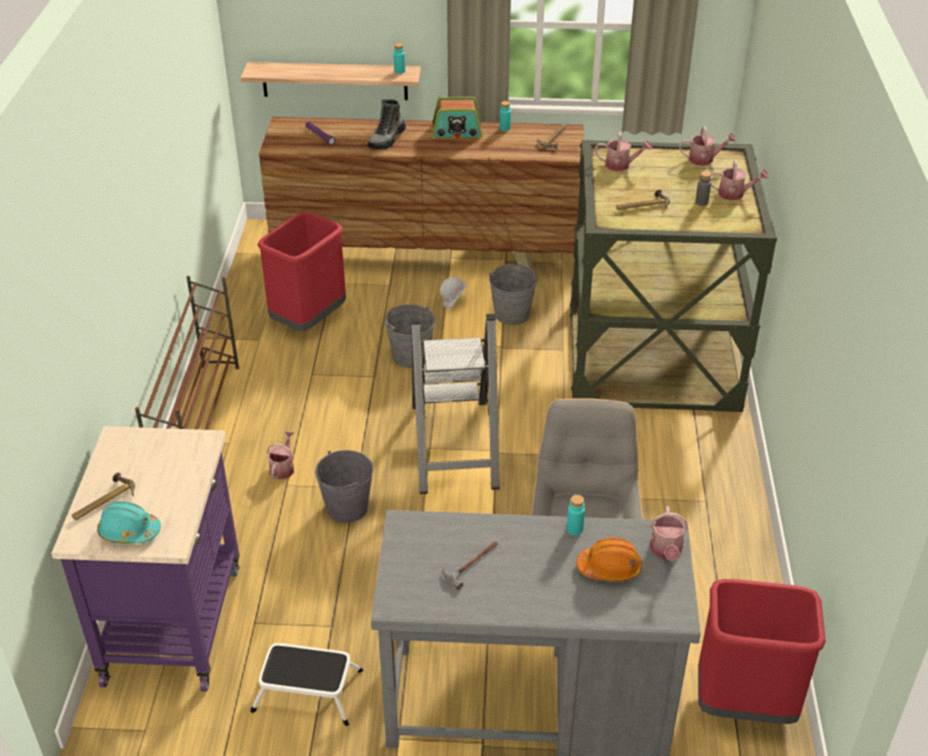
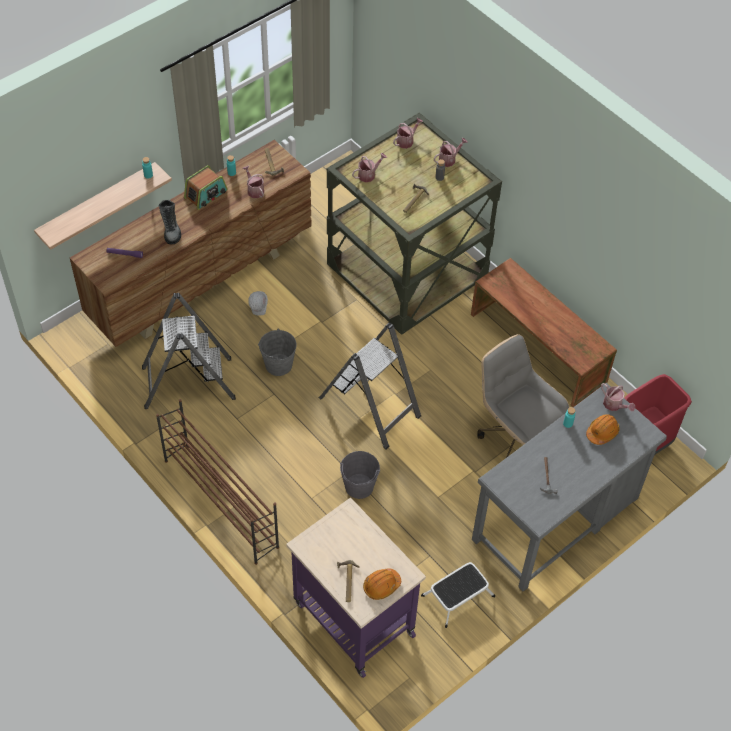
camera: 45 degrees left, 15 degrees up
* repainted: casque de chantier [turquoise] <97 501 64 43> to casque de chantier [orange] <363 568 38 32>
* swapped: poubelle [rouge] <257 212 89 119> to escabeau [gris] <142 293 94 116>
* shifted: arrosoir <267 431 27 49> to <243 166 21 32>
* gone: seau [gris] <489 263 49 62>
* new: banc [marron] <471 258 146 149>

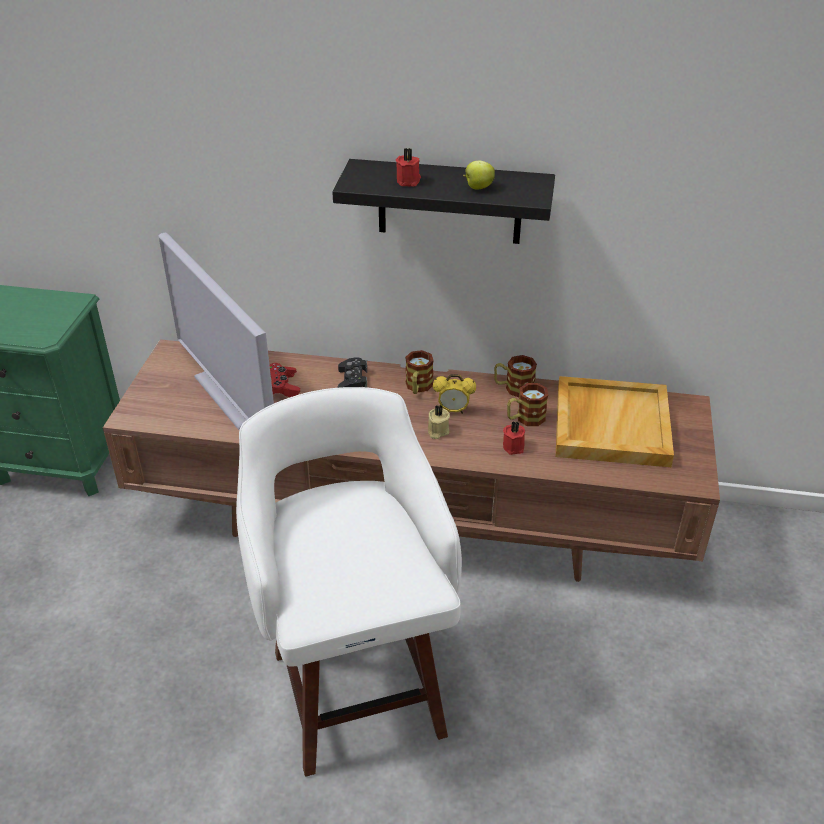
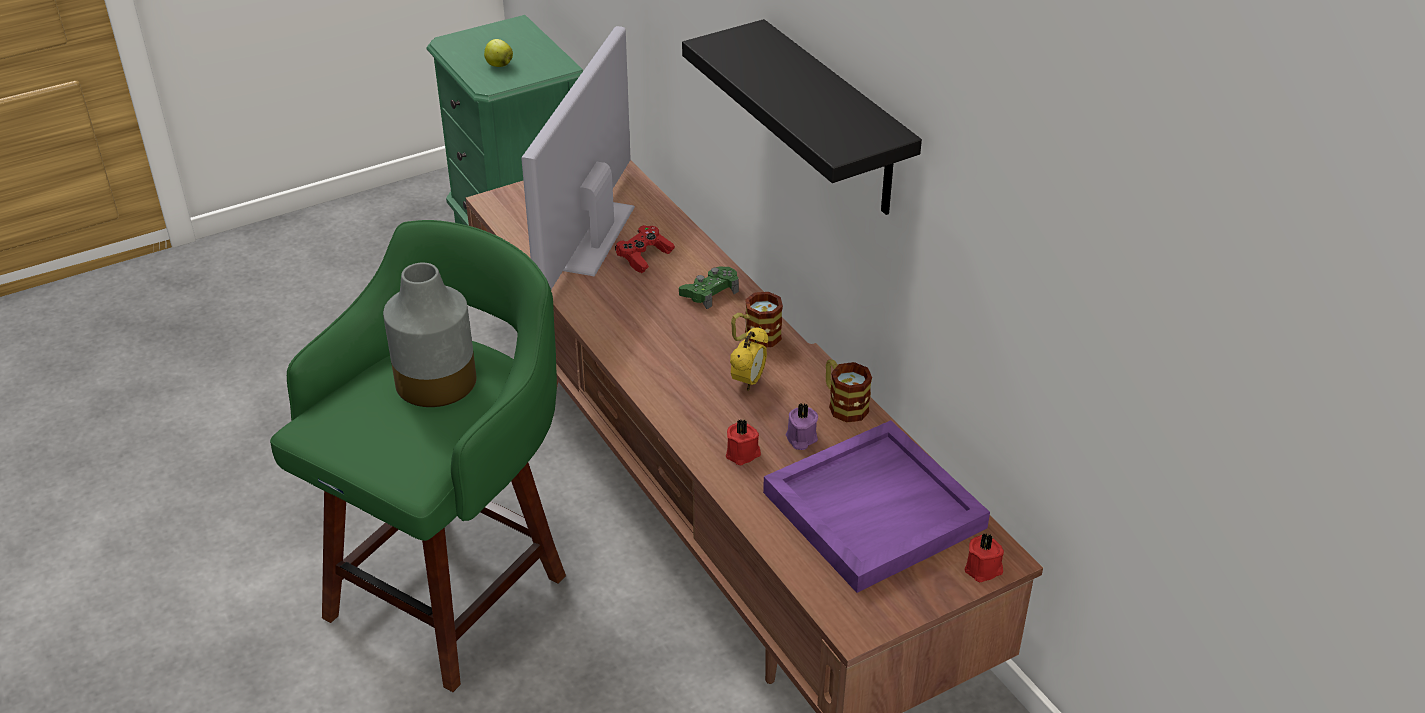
camera: 50 degrees right, 0 degrees up
* repainted: tabouret [blanc] <236 387 226 390> to tabouret [vert] <270 220 296 472>
* repainted: manette [noir] <337 357 30 31> to manette [vert] <679 267 60 42>
* shifted: bougie [rouge] <396 148 25 38> to <965 533 39 49>
* gone: bougie [beige] <427 405 23 34>
* rotated: réveil <433 374 43 40> = <730 326 38 65> 120 degrees counterclockwise
* shifted: pomme <463 161 32 29> to <484 39 29 28>
* swapped: mug <507 383 41 43> to bougie [violet] <786 403 32 47>
* repainted: plateau [beige] <556 376 118 91> to plateau [violet] <763 420 227 173>
* new: vase [gris] <383 263 94 144>

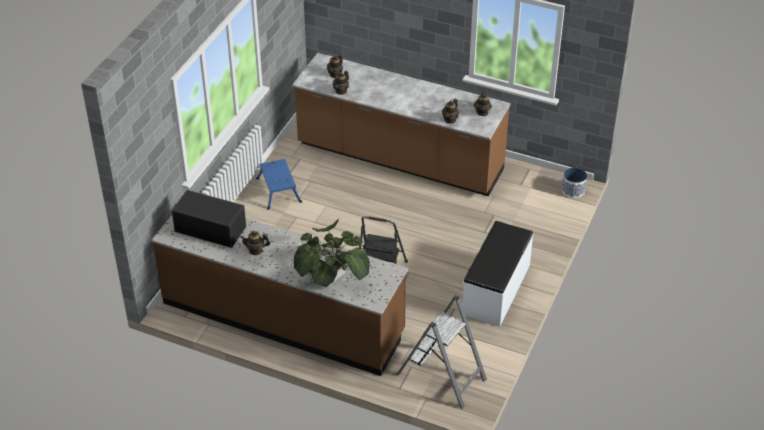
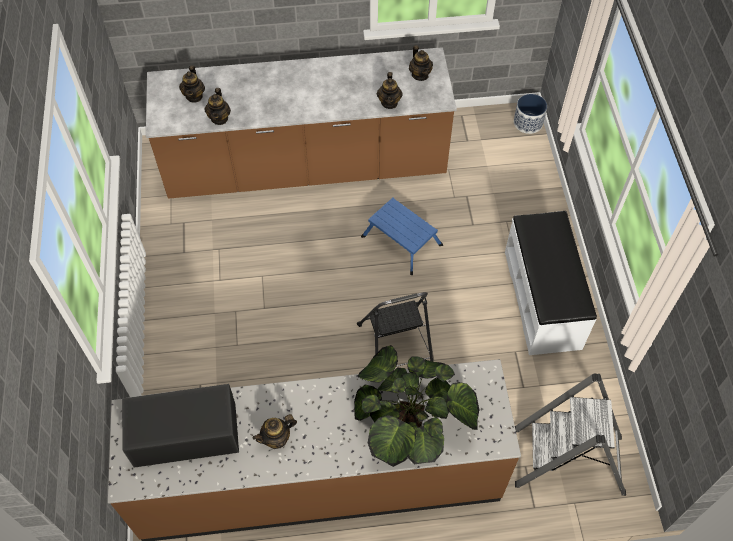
camera: 30 degrees left, 15 degrees up
* shifted: escabeau [bleu] <256 159 46 51> to <361 198 82 77>

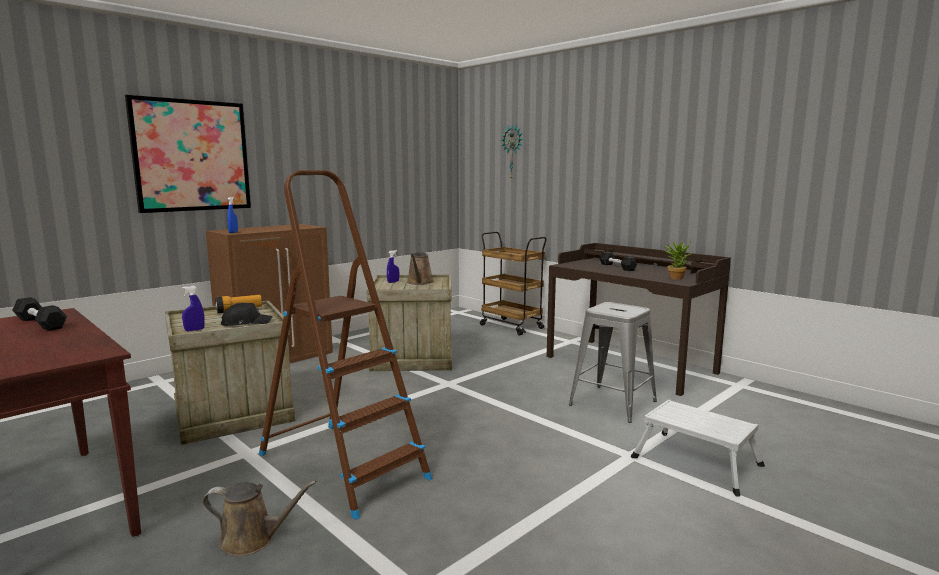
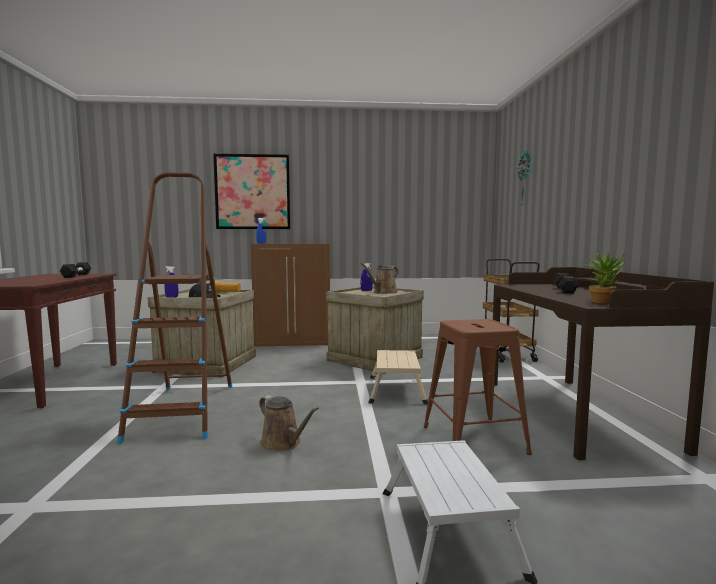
camera: 40 degrees right, 5 degrees down
* shifted: arrosoir [marron] <203 481 114 75> to <259 395 60 57>
* repainted: tabouret [gris] <569 302 88 121> to tabouret [marron] <424 319 108 136>
* new: escabeau [beige] <368 350 60 55>

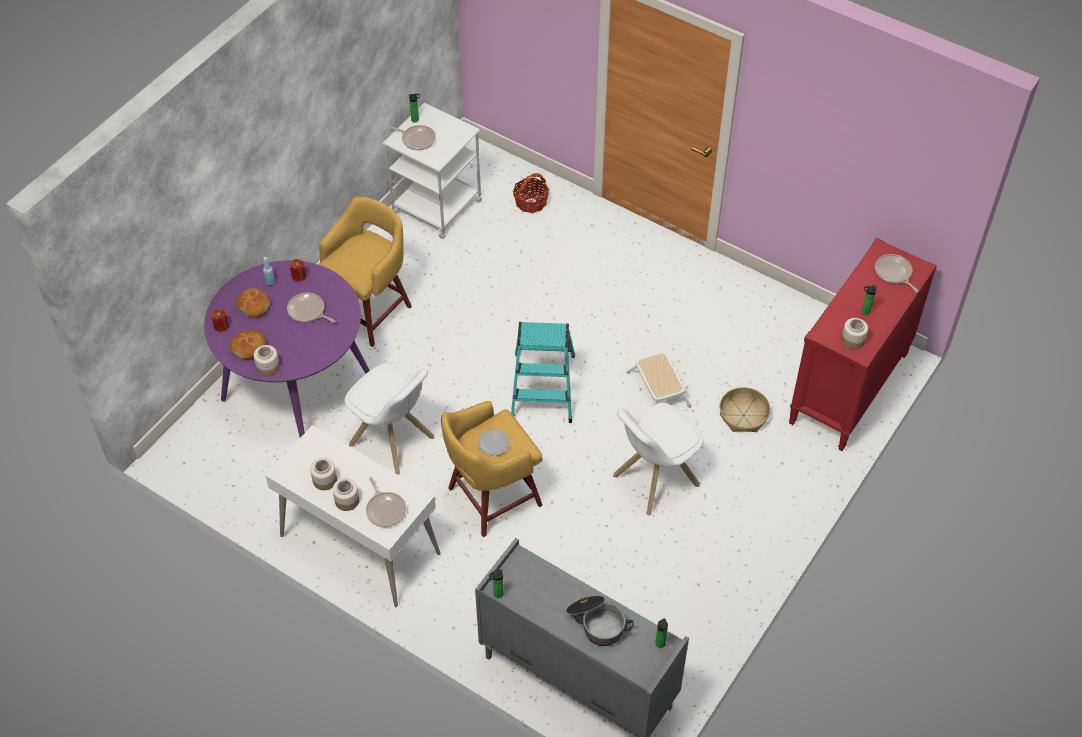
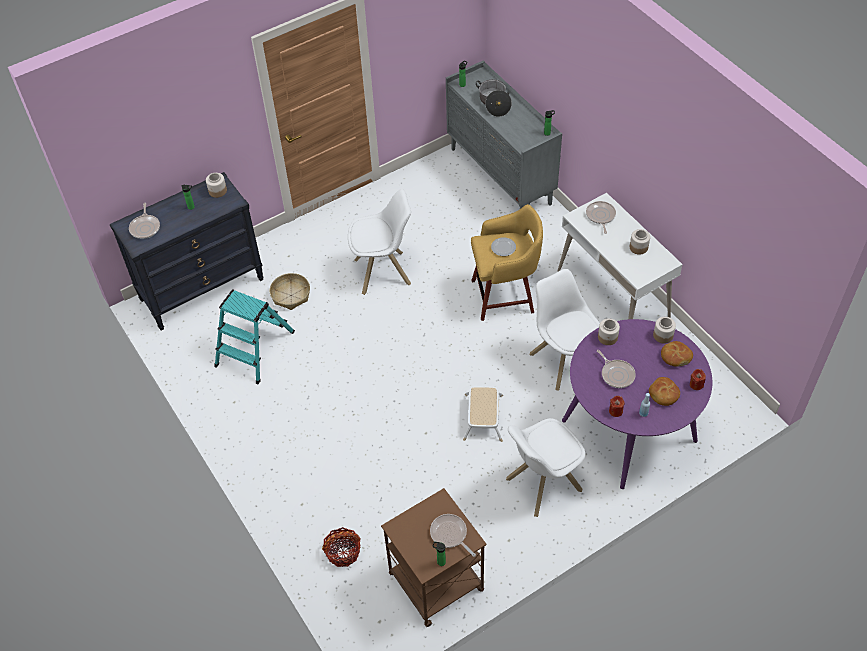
camera: 155 degrees left, 0 degrees up
* swapped: tabouret [jaune] <318 197 94 150> to chaise [blanc] <506 418 79 99>
* shifted: bocal <333 478 26 33> to <598 318 22 27>
* repainted: chariot [blanc] <383 103 99 136> to chariot [marron] <381 488 106 139>
* shifted: escabeau [turquoise] <511 322 64 101> to <214 289 81 95>
* shifted: escabeau [beige] <626 352 66 56> to <463 386 40 56>
* repainted: commode [rouge] <789 238 148 213> to commode [noir] <110 172 154 159>

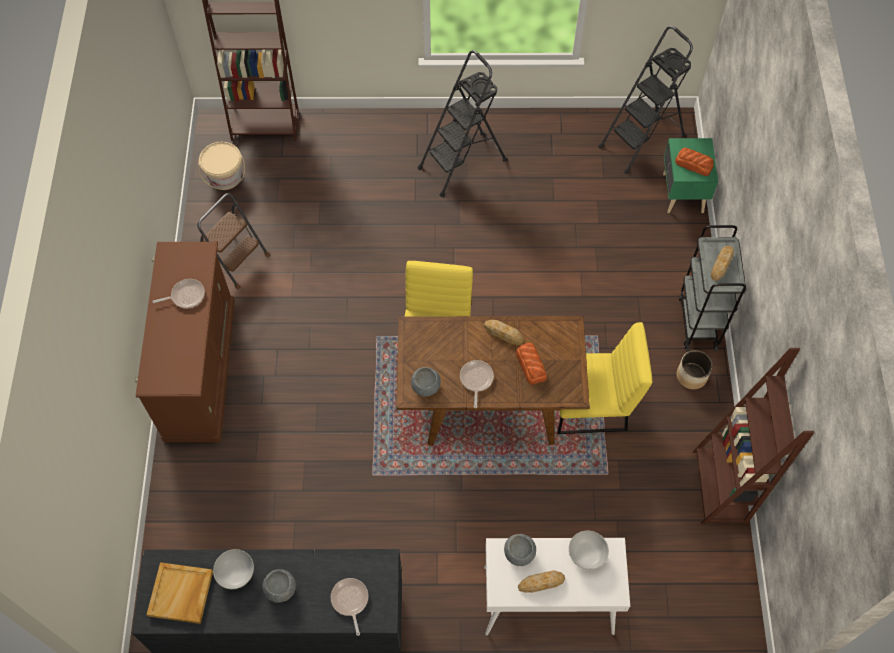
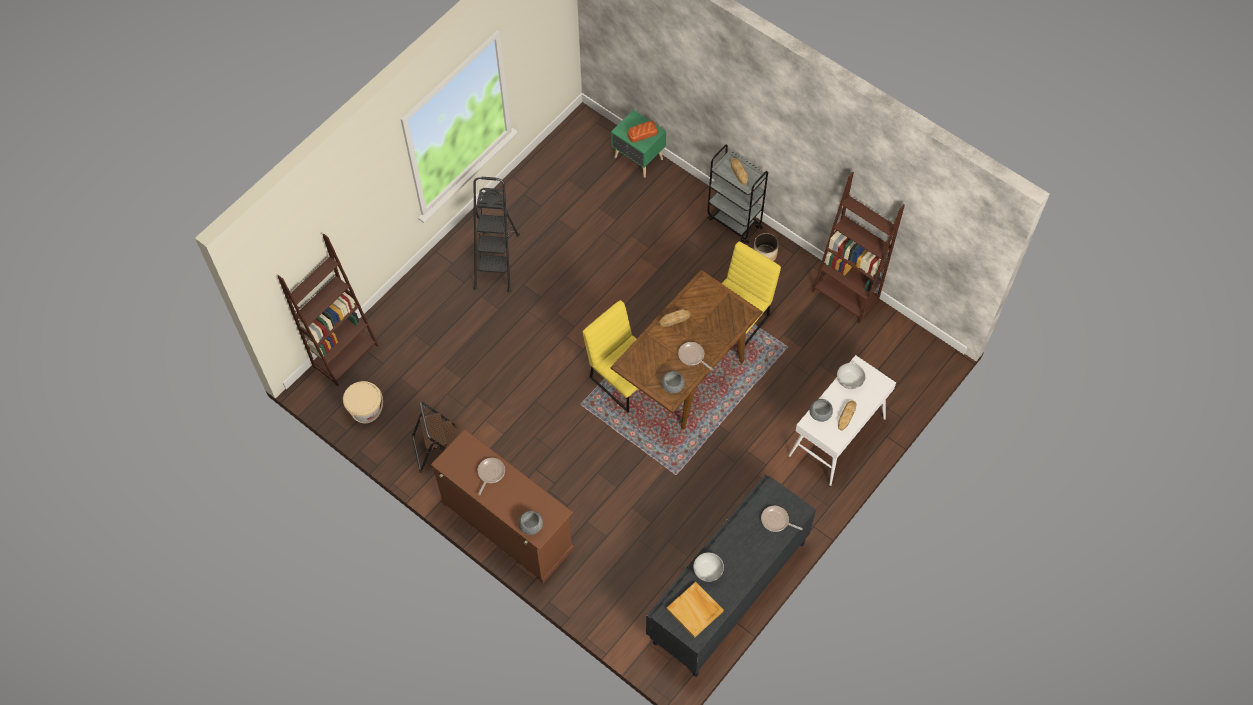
camera: 50 degrees left, 0 degrees up
* shifted: bol [gris] <262 569 34 34> to <519 511 24 24>
* gone: pain <516 343 31 42>
* gone: escabeau <598 26 95 148>

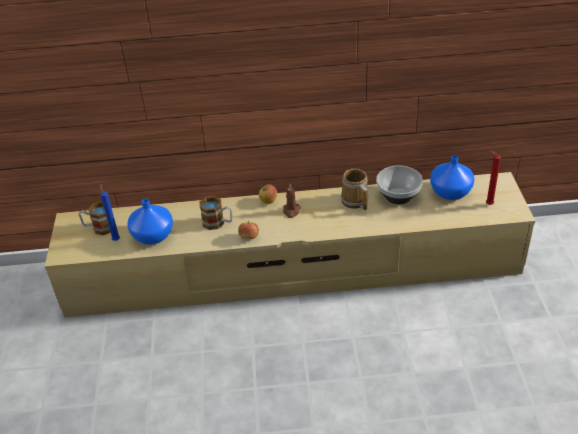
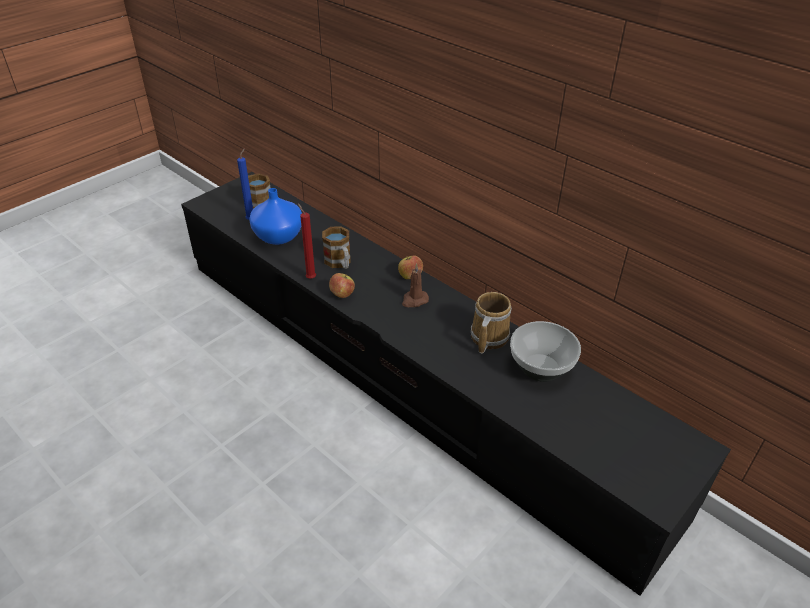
camera: 45 degrees right, 0 degrees up
* repainted: meuble télé [beige] <45 172 490 146> to meuble télé [noir] <181 172 550 424>
* gone: vase [bleu] <430 155 45 45>
* shifted: bougie [rouge] <486 151 15 54> to <298 203 18 76>

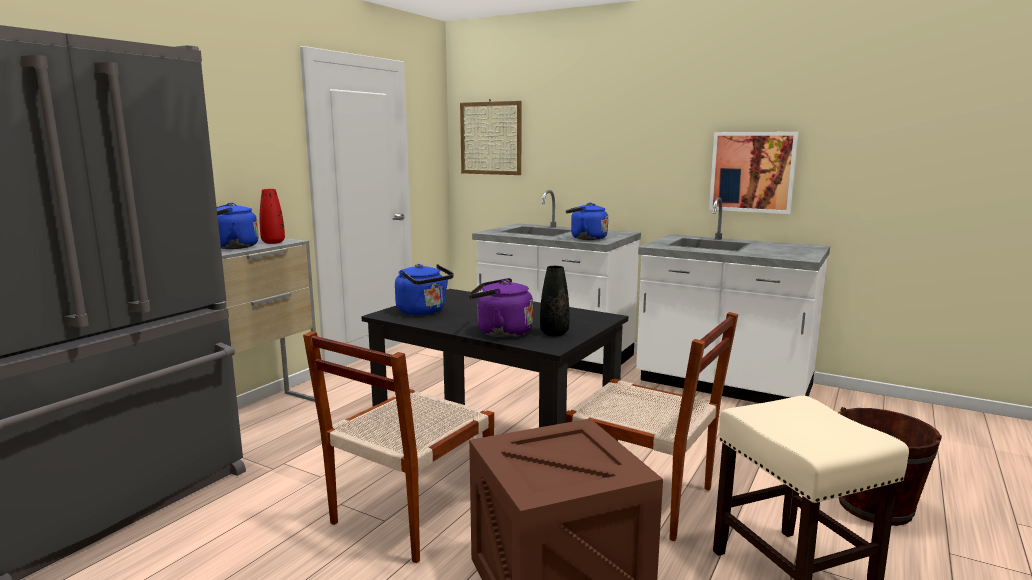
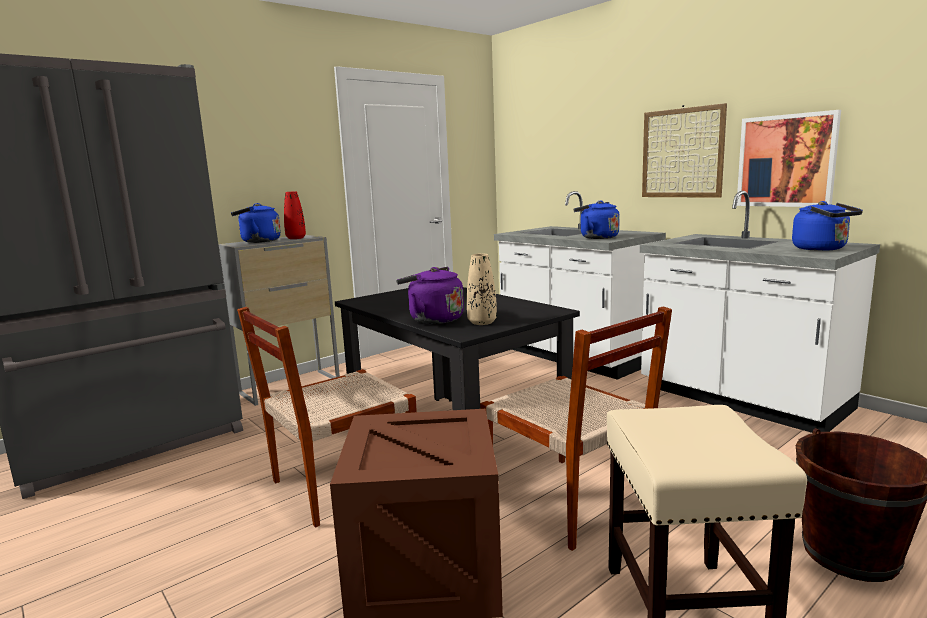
camera: 20 degrees right, 0 degrees up
* shifted: bouilloire [bleu] <395 264 59 51> to <792 201 71 50>
* shifted: tableau <460 99 61 76> to <642 103 85 95>
* repainted: vase [noir] <540 266 29 70> to vase [beige] <467 254 30 71>

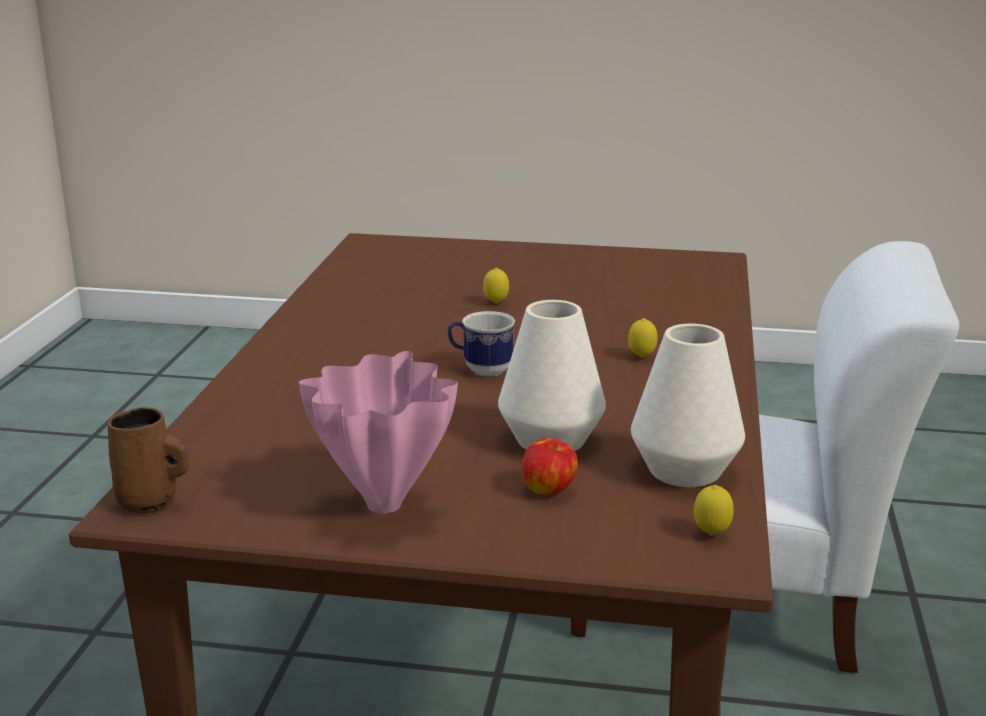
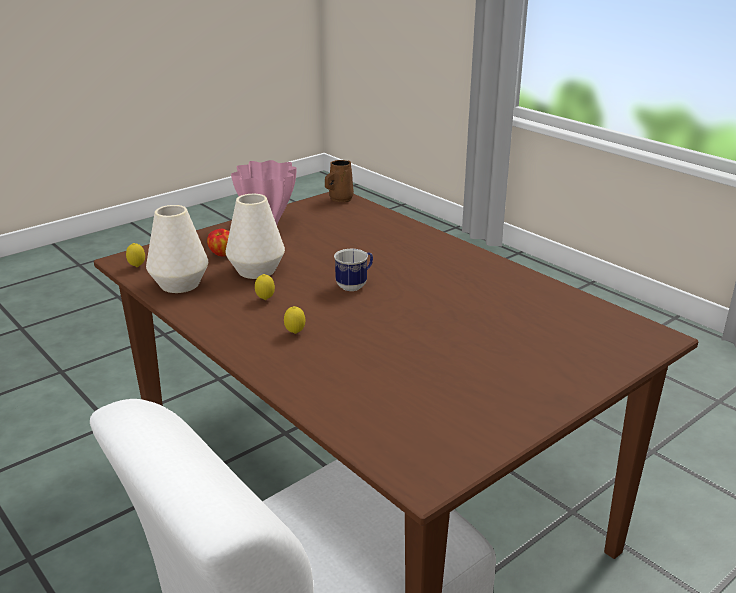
camera: 130 degrees right, 5 degrees up
* shifted: citron <483 268 26 36> to <255 274 20 26>

